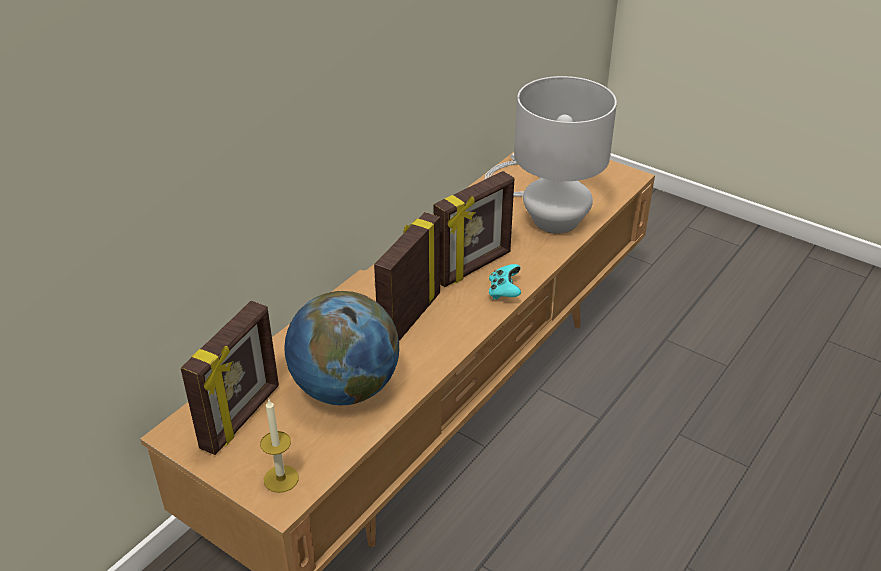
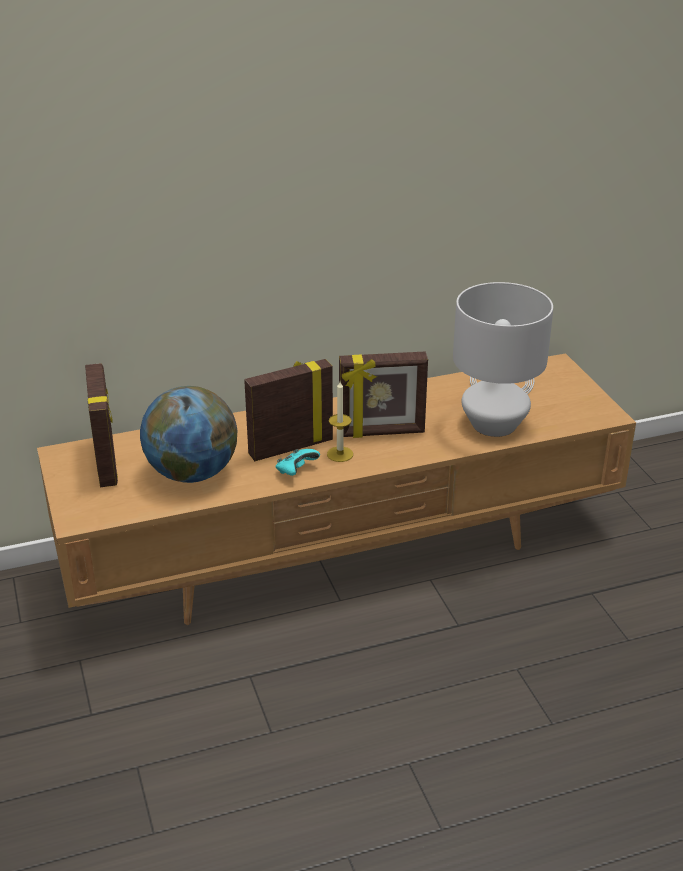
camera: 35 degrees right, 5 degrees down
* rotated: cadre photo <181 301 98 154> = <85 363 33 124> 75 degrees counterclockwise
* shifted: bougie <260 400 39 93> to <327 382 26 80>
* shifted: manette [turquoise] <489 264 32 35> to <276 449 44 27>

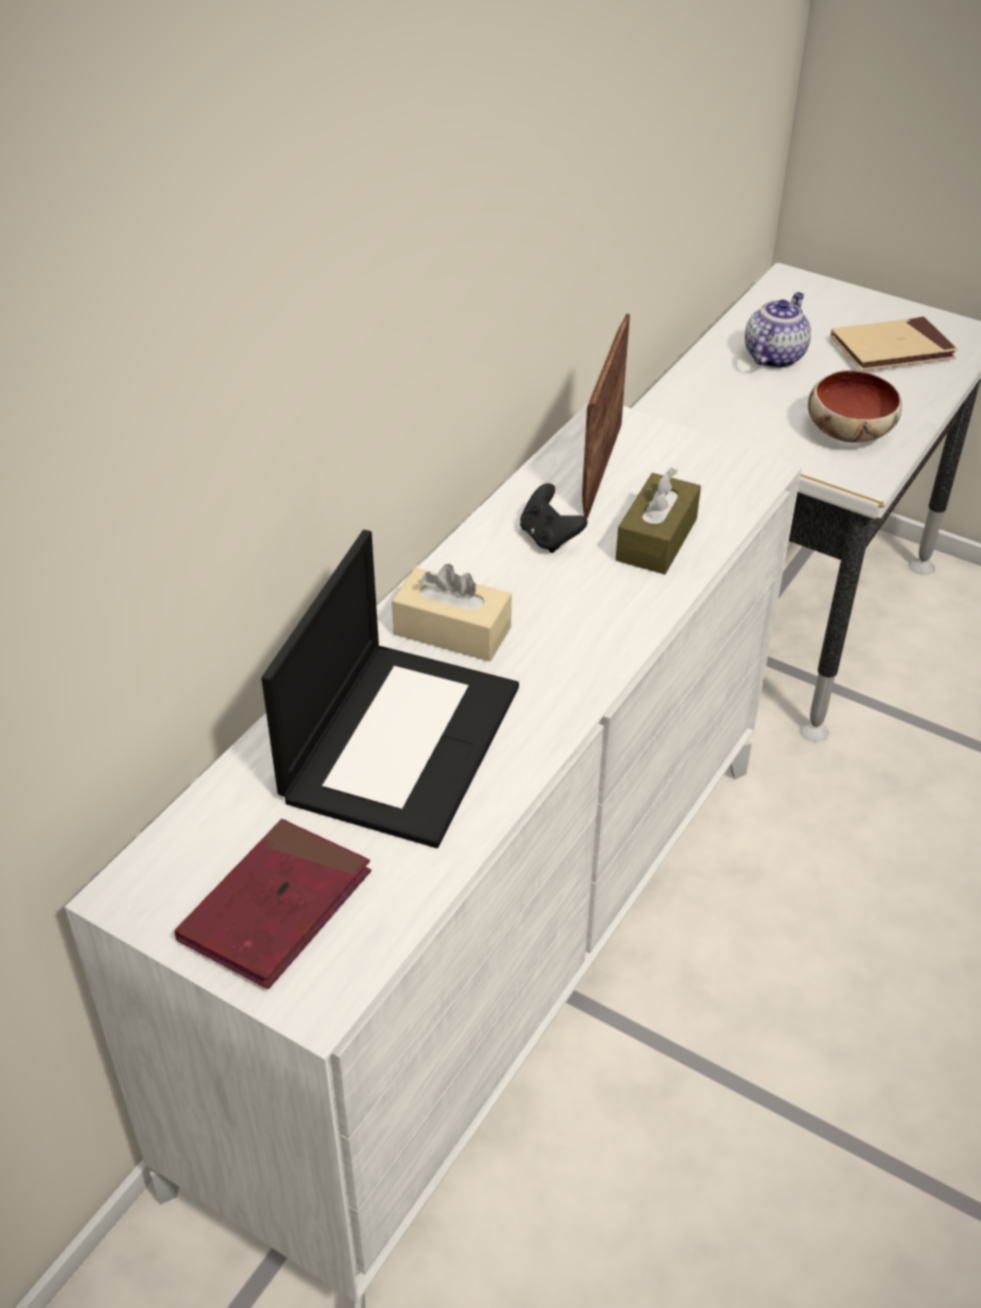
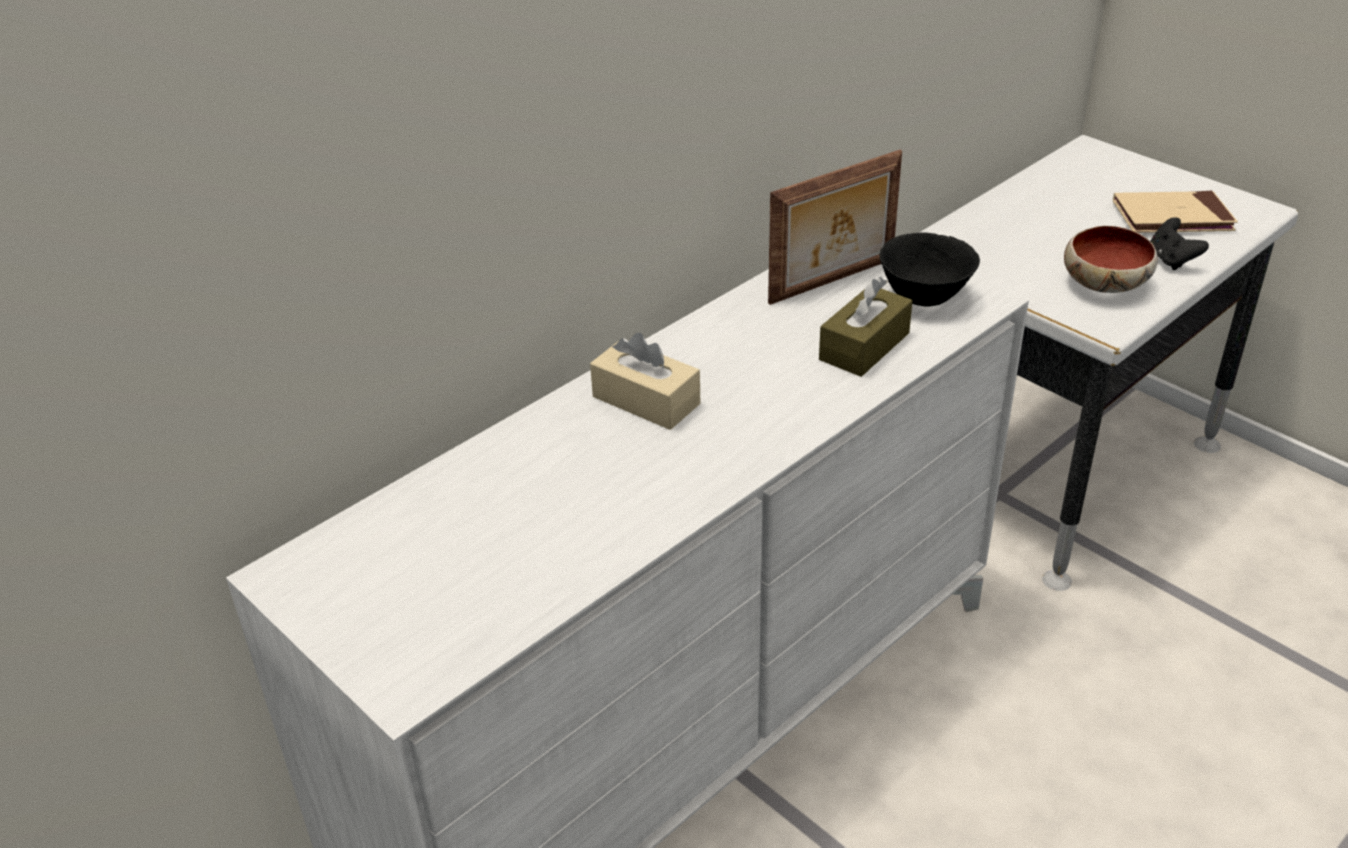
camera: 15 degrees right, 5 degrees down
* gone: livre [rouge] <174 819 197 170>
* gone: ordinateur portable <261 530 258 318>
* shifted: manette [noir] <520 483 68 70> to <1151 217 58 53>
* rotated: cadre photo <582 314 48 204> = <768 150 134 155> 150 degrees counterclockwise
* gone: théière <745 292 66 76>
* new: bol [noir] <879 233 101 74>

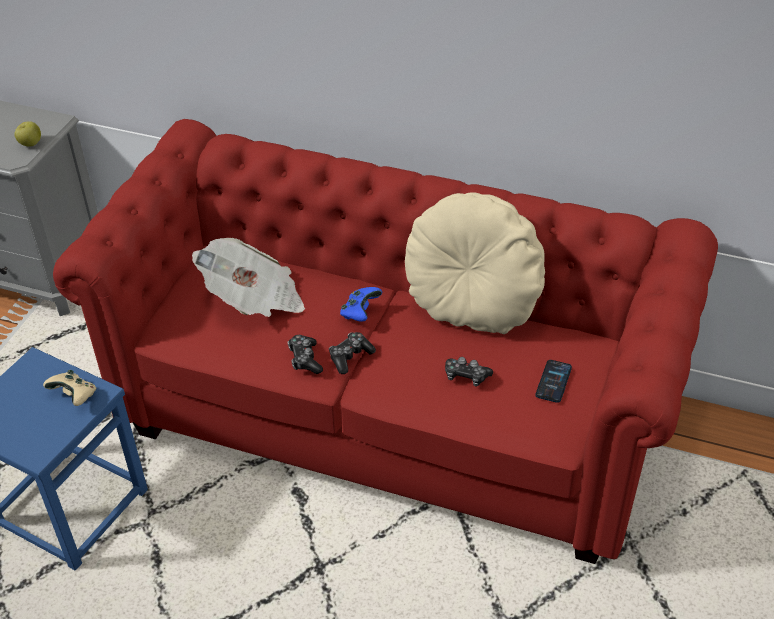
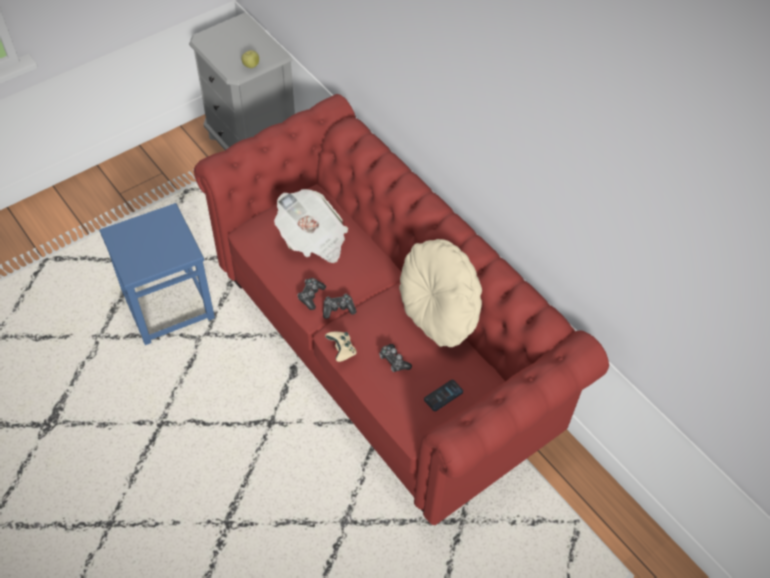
camera: 30 degrees right, 10 degrees up
* shifted: manette [beige] <43 370 54 36> to <325 332 32 30>
* gone: manette [bleu] <340 287 42 35>

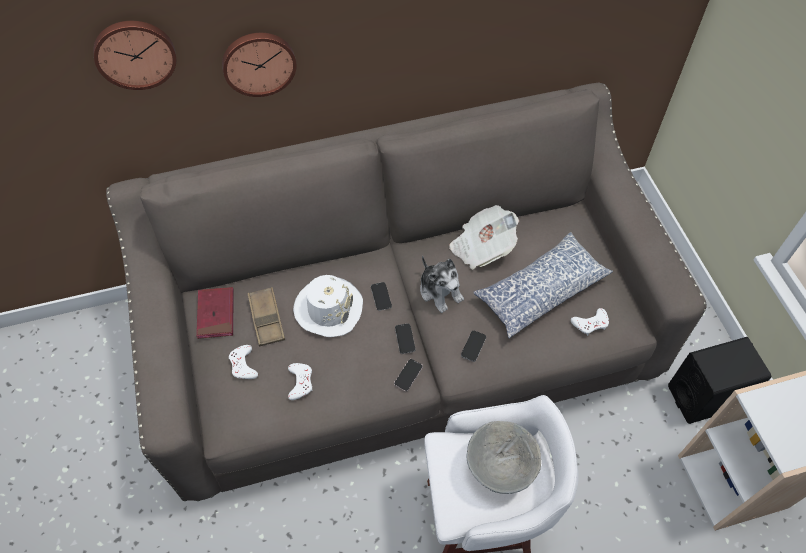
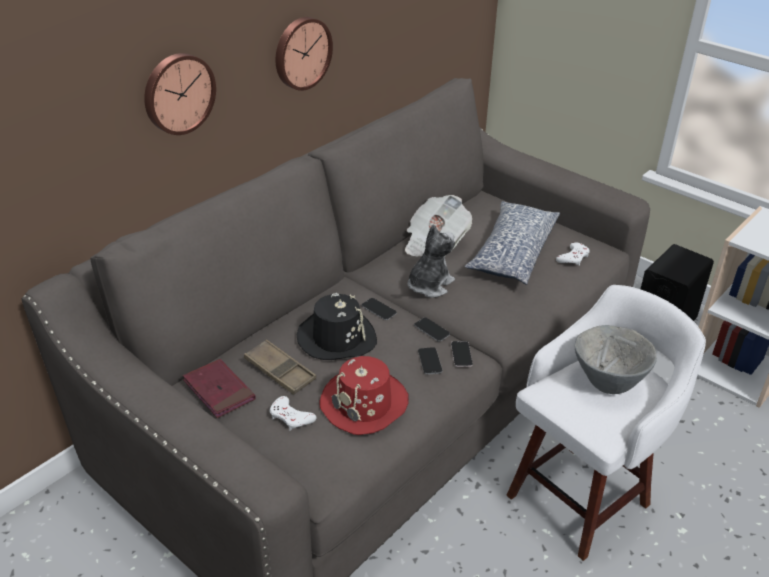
camera: 35 degrees left, 20 degrees down
* shifted: horloge murale <93 21 83 69> to <276 17 57 74>
* swapped: manette [blanc] <288 363 24 37> to chapeau [rouge] <320 356 89 79>
* repainted: chapeau [blanc] <293 275 70 62> to chapeau [noir] <297 293 80 67>
* rotated: peluche <420 255 44 58> = <408 224 47 74> 75 degrees counterclockwise
* shifted: téléphone <461 331 25 31> to <418 347 25 28>

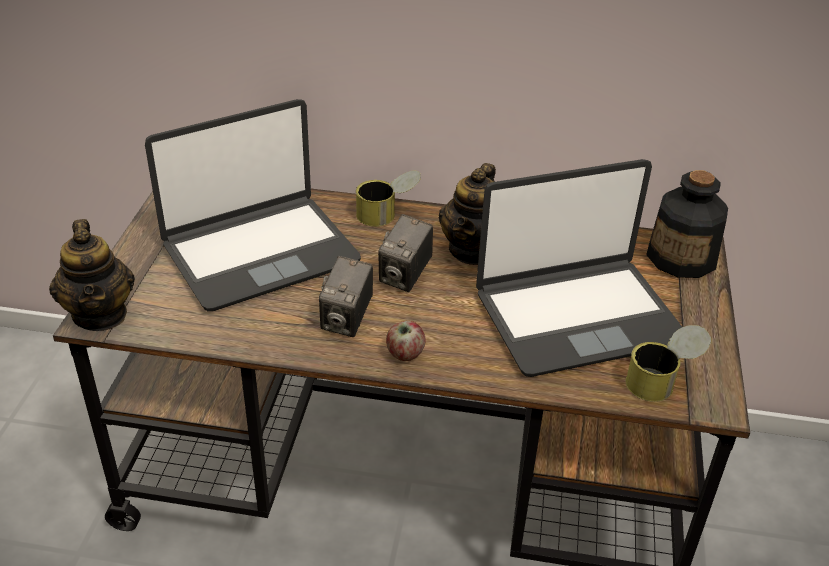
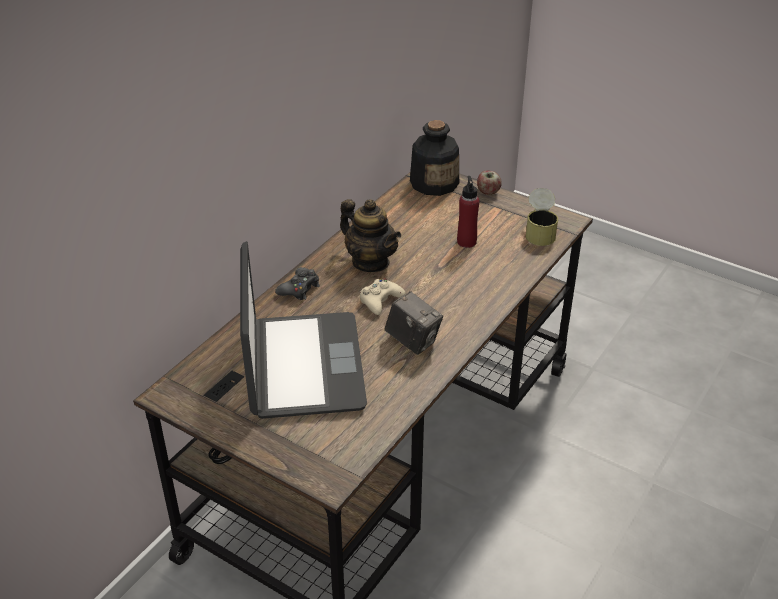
camera: 65 degrees left, 0 degrees up
* gone: théière <49 219 86 112>
* swapped: boîte métallique <356 171 65 56> to manette [noir] <275 267 45 33>
* swapped: appareil photo <378 214 55 78> to manette [beige] <360 278 45 37>
* shifted: pomme <386 321 40 40> to <477 171 25 24>
* swapped: ordinateur portable <476 159 206 218> to bouteille [rouge] <457 176 22 72>

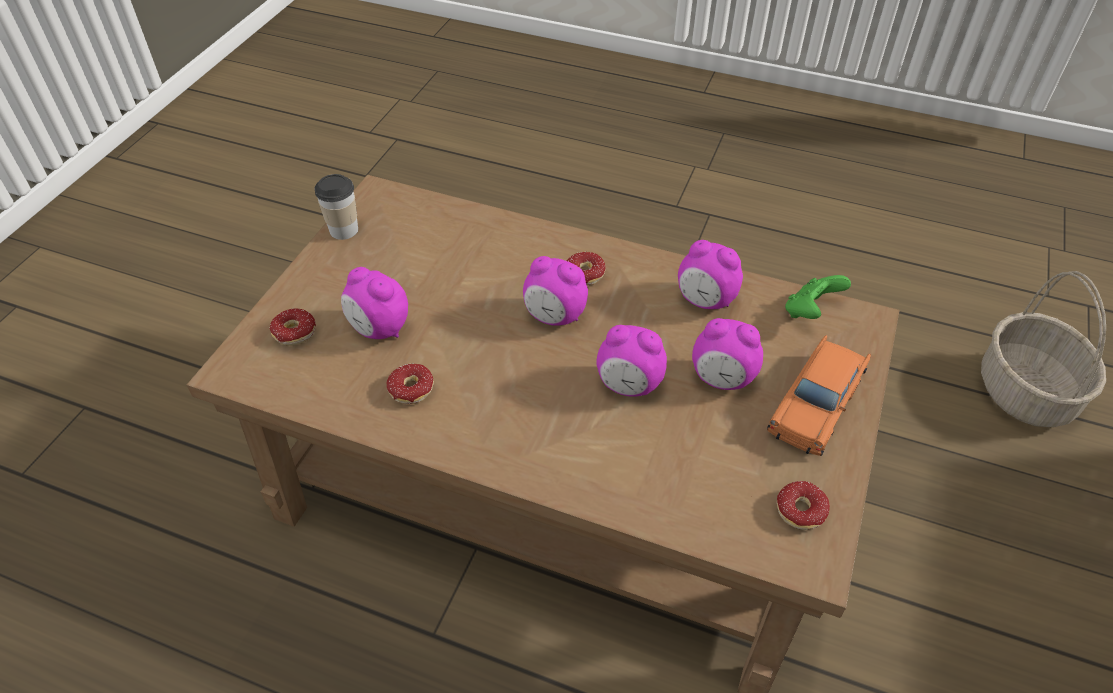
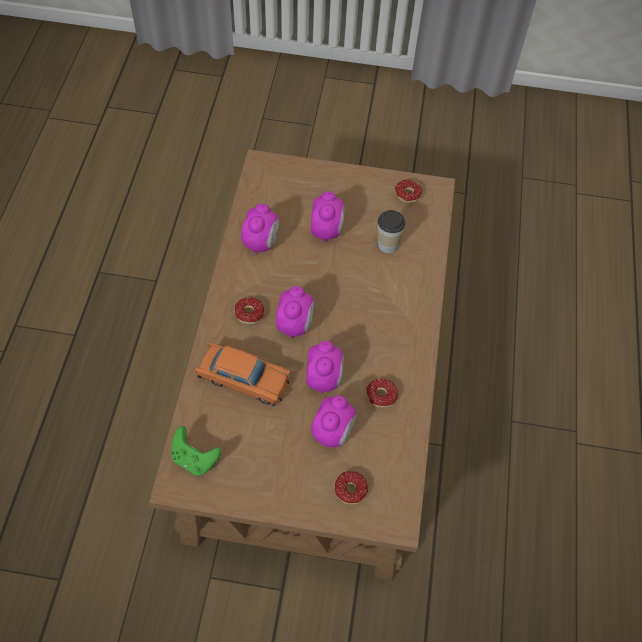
camera: 105 degrees left, 10 degrees up
* shifted: tasse <315 174 43 66> to <378 210 27 43>
* shifted: réveil <596 325 71 72> to <306 341 37 53>
* shifted: petite voiture [orange] <767 335 104 121> to <195 343 96 63>
* shifted: manette [vert] <785 275 66 44> to <171 426 50 50>
* gone: panier <981 271 125 156>

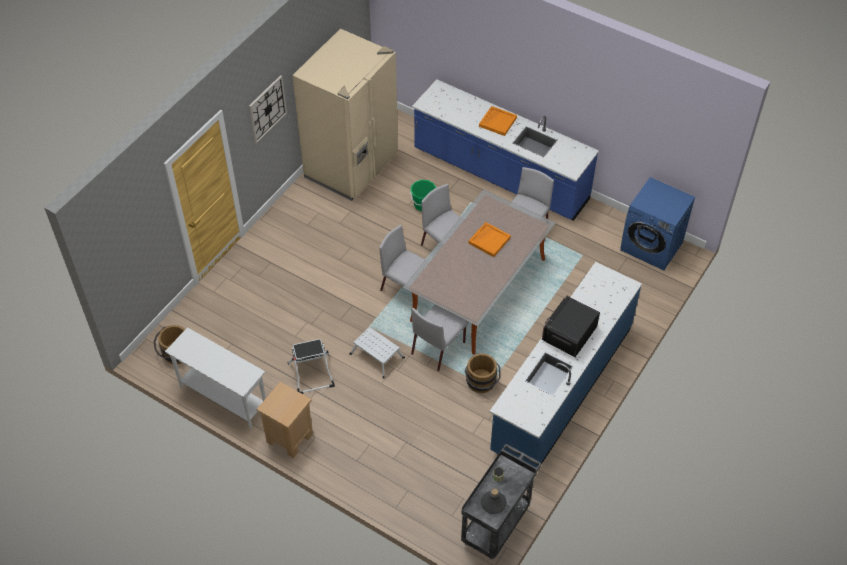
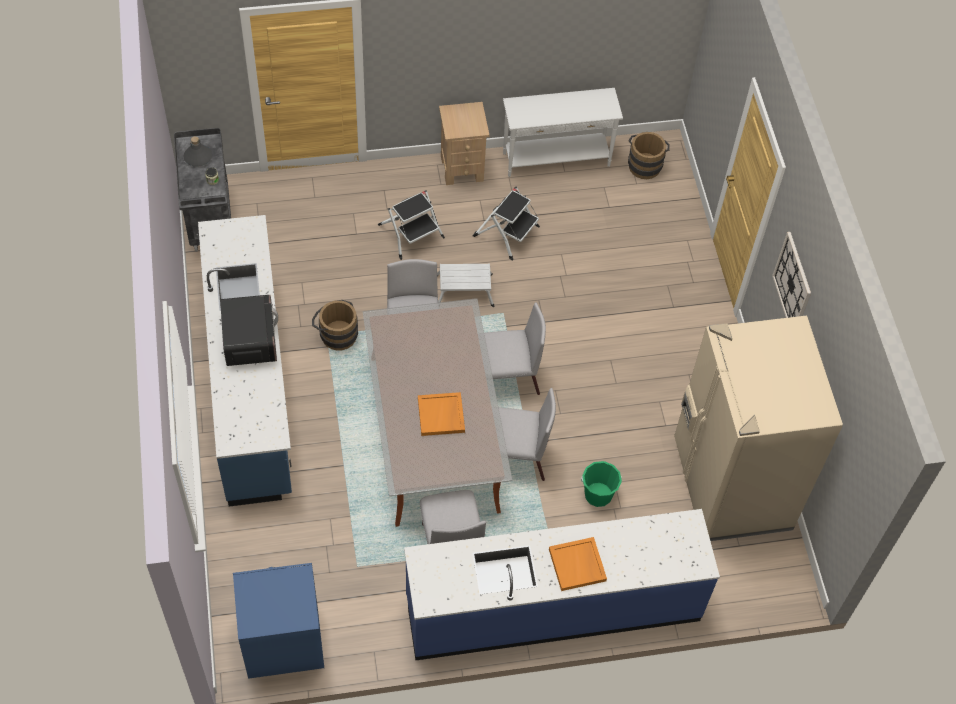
camera: 135 degrees right, 5 degrees up
* new: escabeau <378 190 67 70>

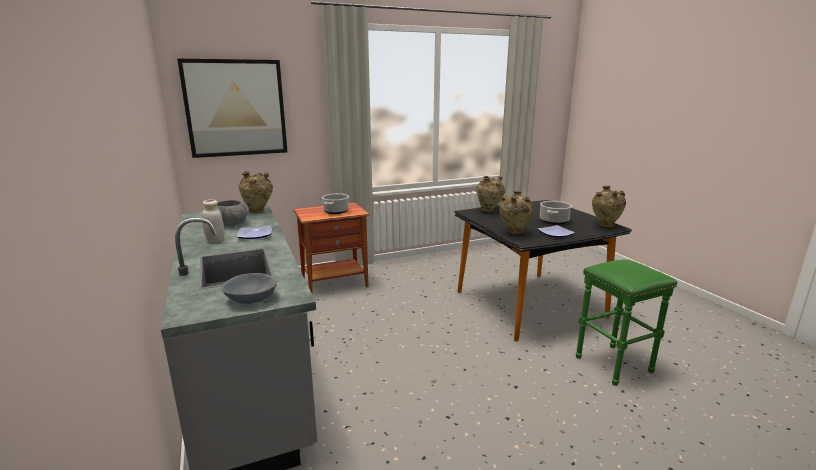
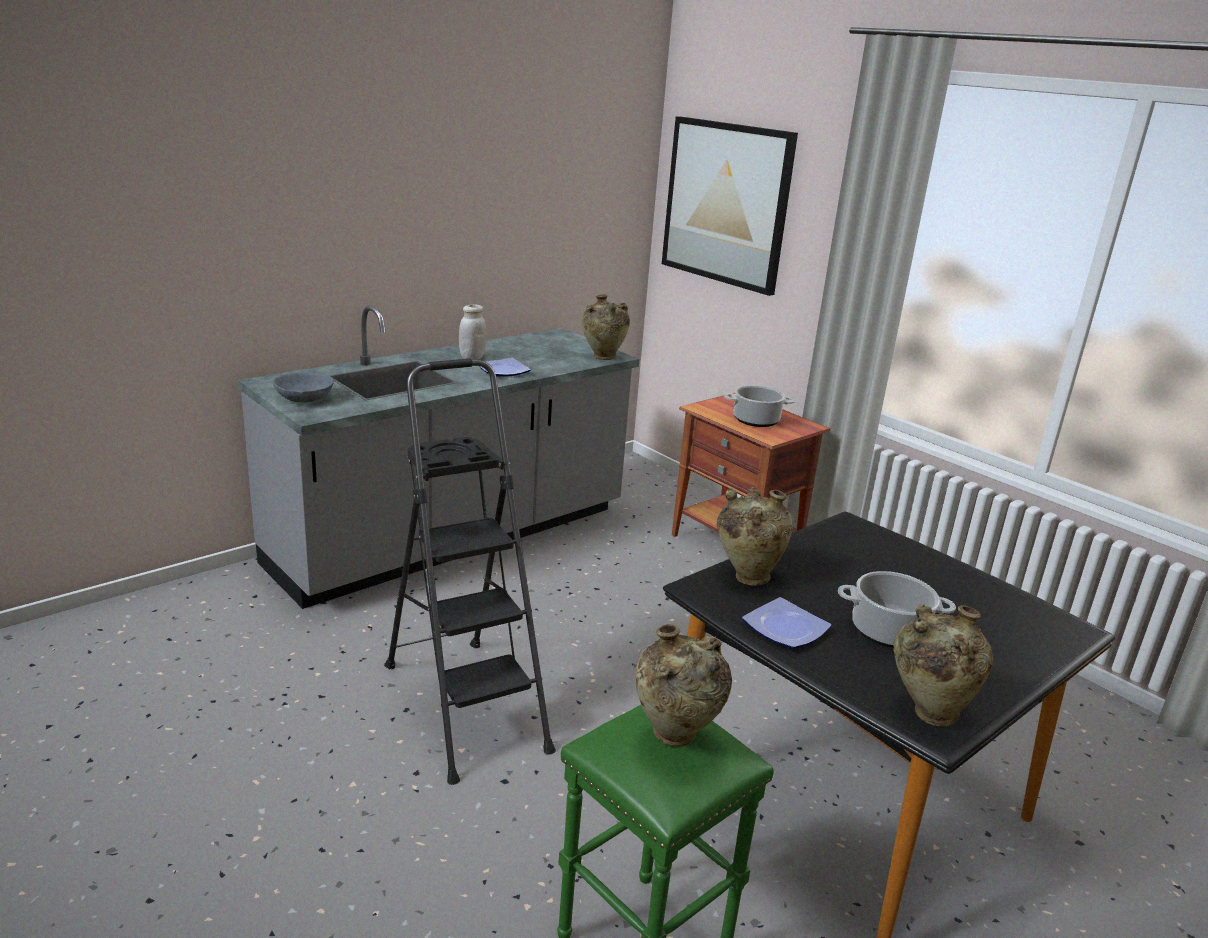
camera: 70 degrees right, 5 degrees up
* gone: bol [gris] <217 200 30 26>
* shifted: vase [beige] <477 176 28 36> to <635 624 97 123>
* new: escabeau <384 358 172 427>

